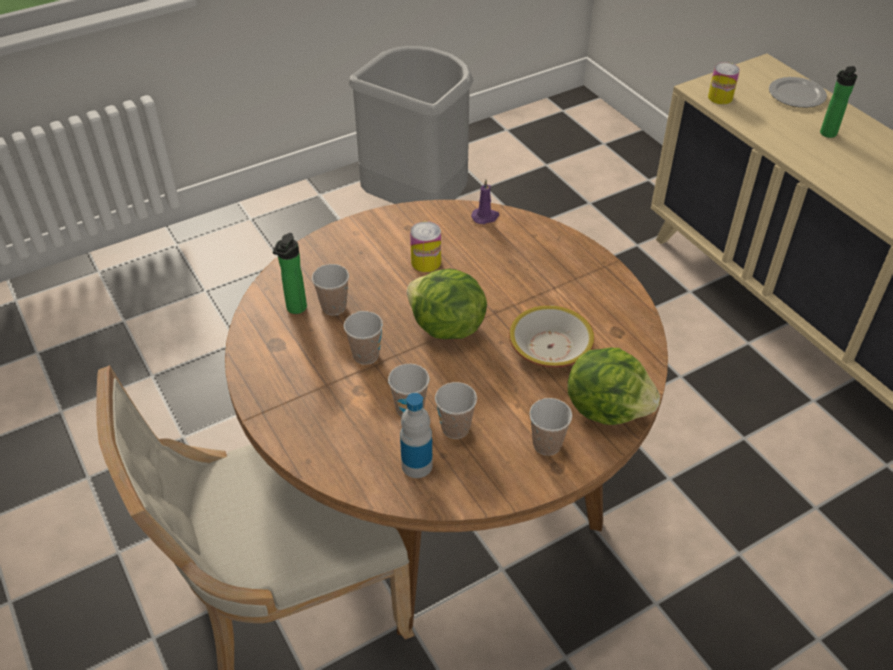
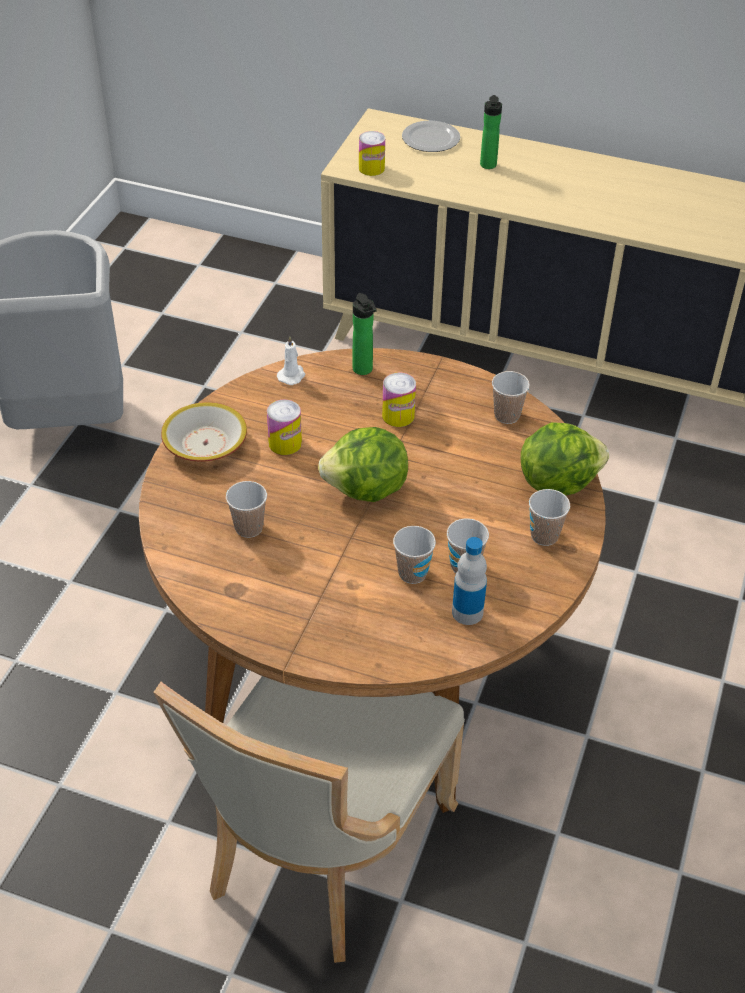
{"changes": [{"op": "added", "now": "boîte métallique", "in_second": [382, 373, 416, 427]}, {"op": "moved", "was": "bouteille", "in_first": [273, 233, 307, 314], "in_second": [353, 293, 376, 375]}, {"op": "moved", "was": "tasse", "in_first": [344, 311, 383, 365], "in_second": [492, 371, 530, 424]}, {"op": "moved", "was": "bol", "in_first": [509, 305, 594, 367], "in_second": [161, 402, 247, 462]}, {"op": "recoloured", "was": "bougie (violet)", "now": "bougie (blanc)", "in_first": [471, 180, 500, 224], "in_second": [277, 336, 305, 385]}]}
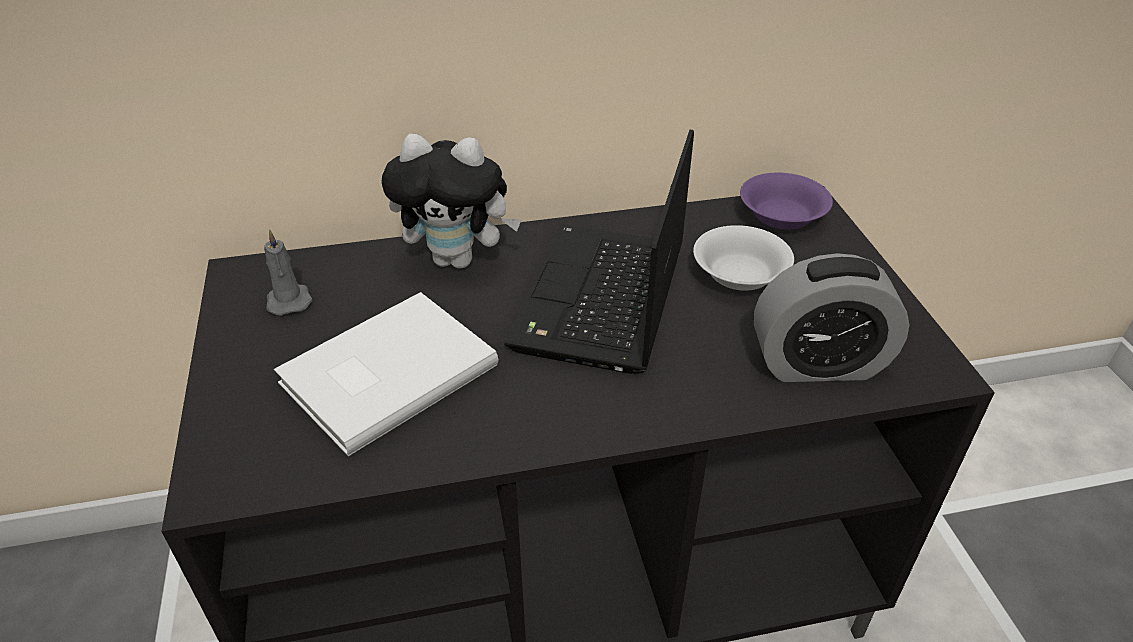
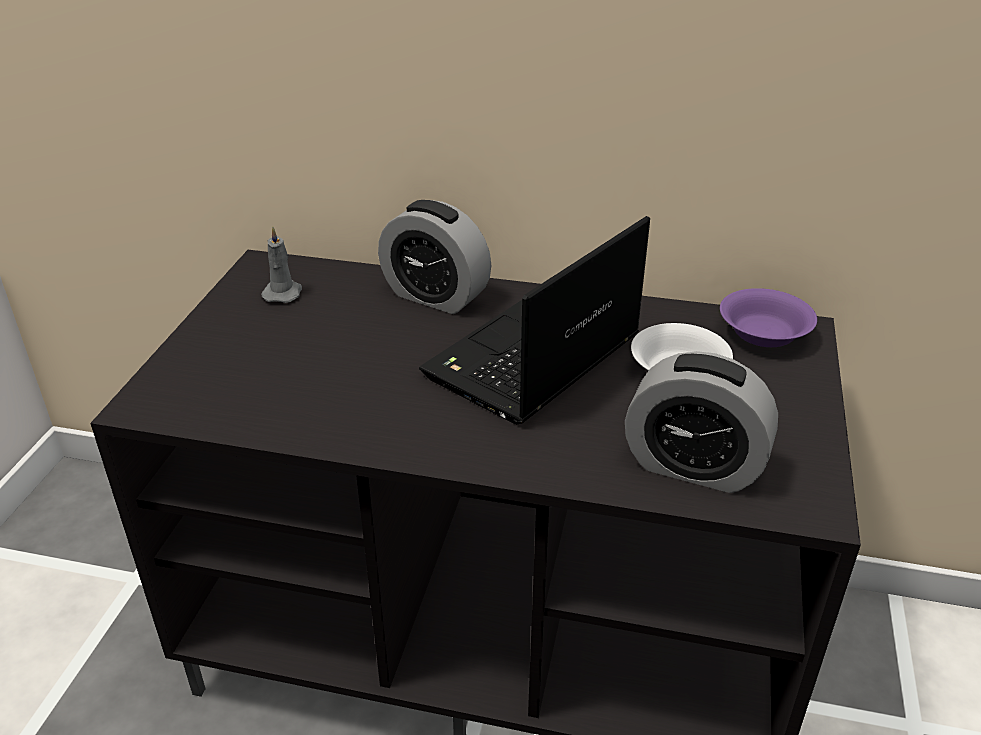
{"changes": [{"op": "removed", "was": "livre (blanc)", "in_first": [274, 292, 498, 456]}, {"op": "replaced", "was": "peluche", "now": "réveil", "in_first": [381, 134, 522, 269], "in_second": [378, 200, 491, 314]}]}
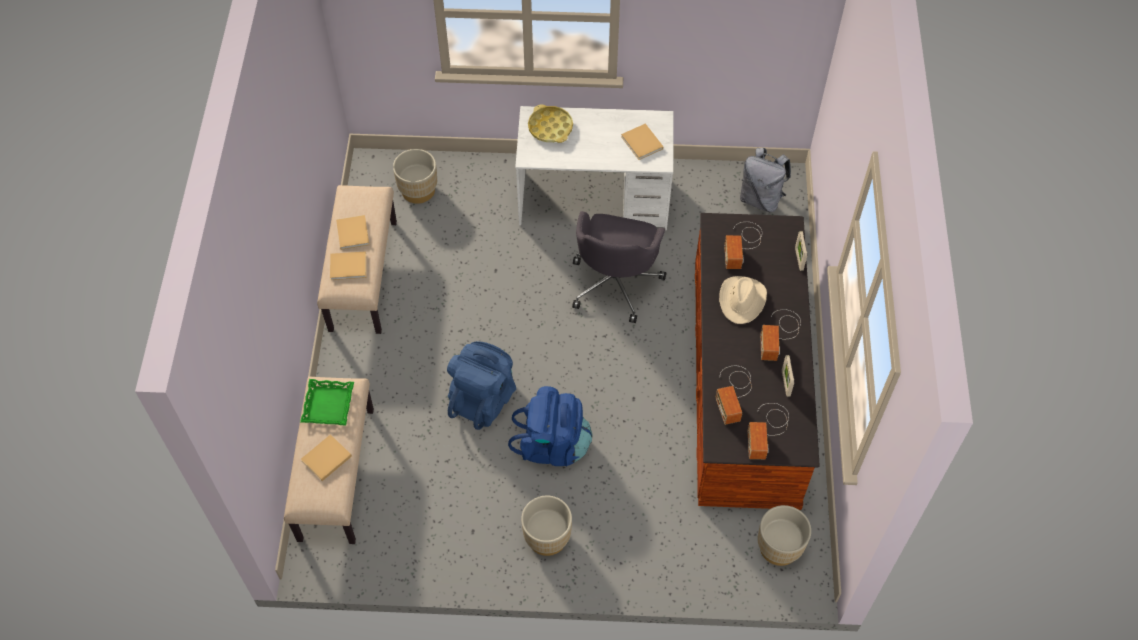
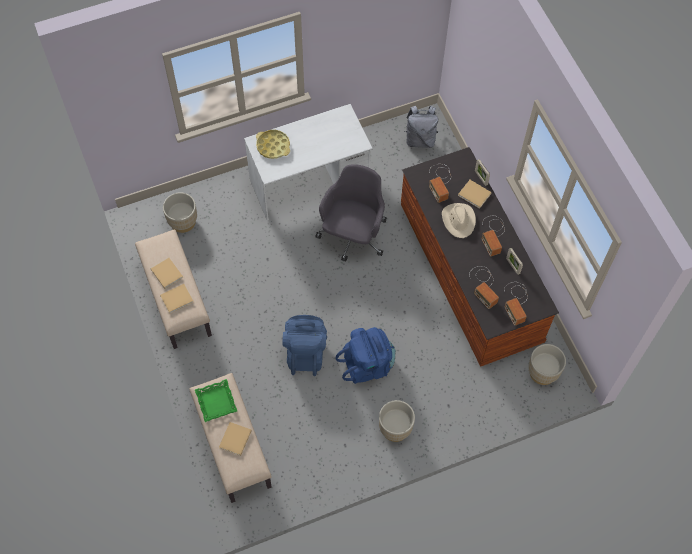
{"changes": [{"op": "moved", "was": "livre (beige)", "in_first": [621, 123, 663, 160], "in_second": [458, 180, 492, 209]}, {"op": "turned", "was": "chaise de bureau (gris)", "in_first": [572, 211, 666, 323], "in_second": [315, 164, 387, 261], "clockwise": -150}]}
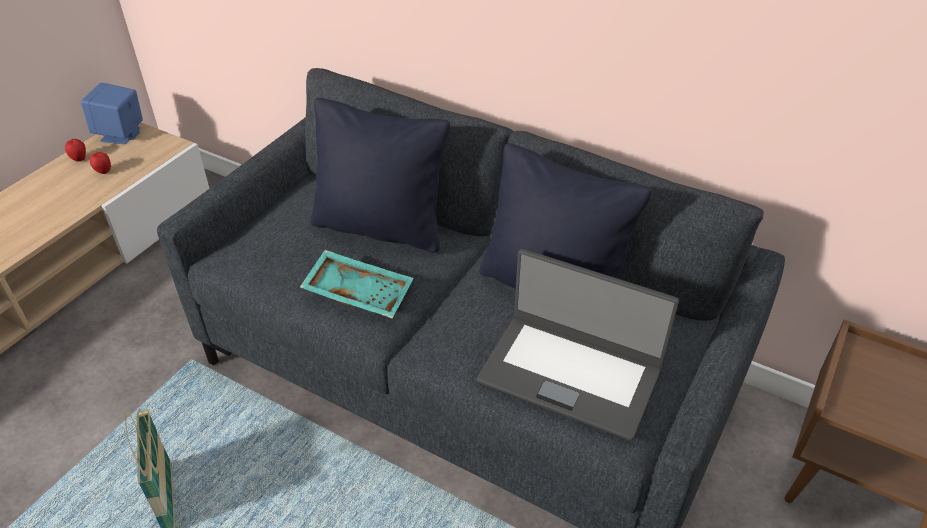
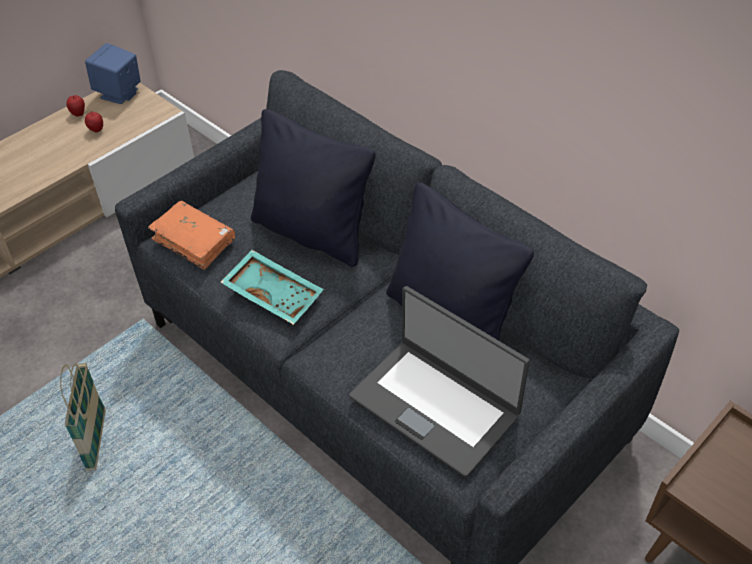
{"changes": [{"op": "added", "now": "livre (orange)", "in_second": [148, 201, 235, 270]}]}
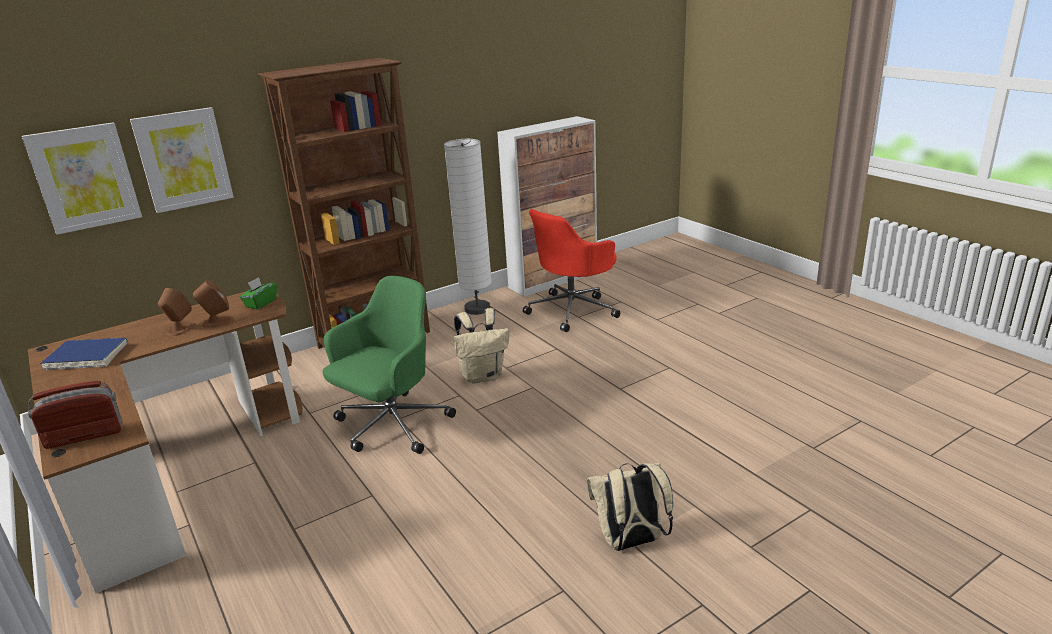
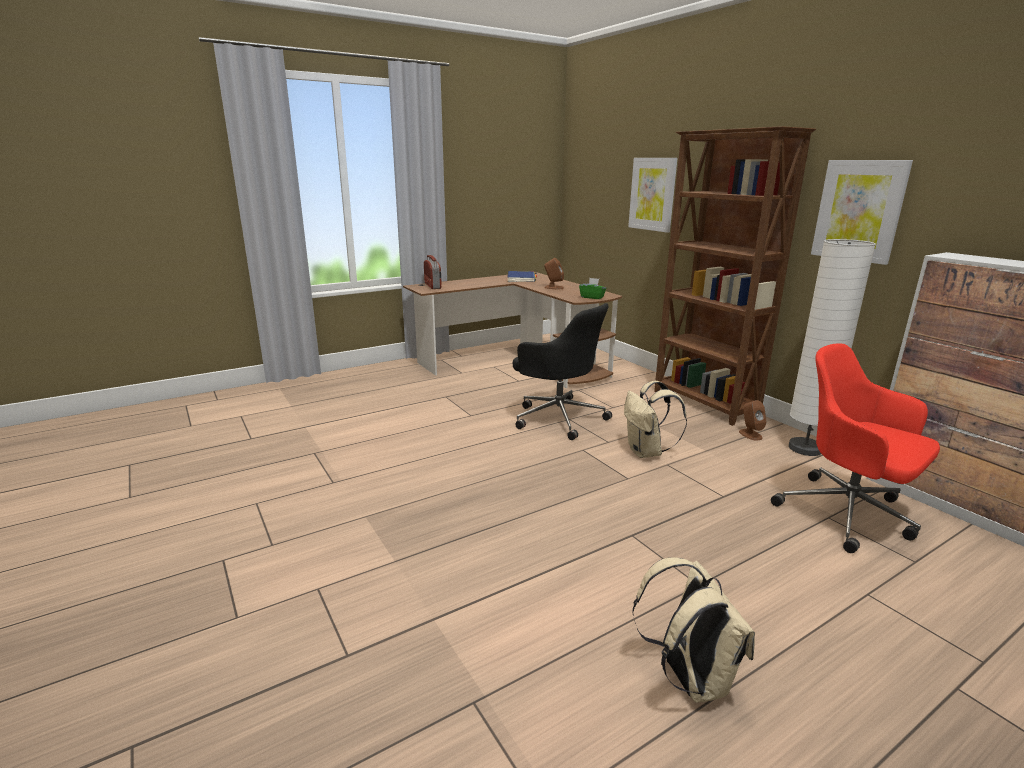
{"changes": [{"op": "moved", "was": "tableau", "in_first": [22, 122, 142, 235], "in_second": [811, 160, 913, 265]}, {"op": "moved", "was": "enceinte (marron)", "in_first": [193, 280, 234, 328], "in_second": [739, 400, 766, 440]}, {"op": "moved", "was": "sac à dos (beige)", "in_first": [587, 462, 673, 551], "in_second": [632, 557, 755, 703]}, {"op": "recoloured", "was": "chaise de bureau (vert)", "now": "chaise de bureau (noir)", "in_first": [323, 276, 456, 454], "in_second": [513, 303, 612, 440]}]}
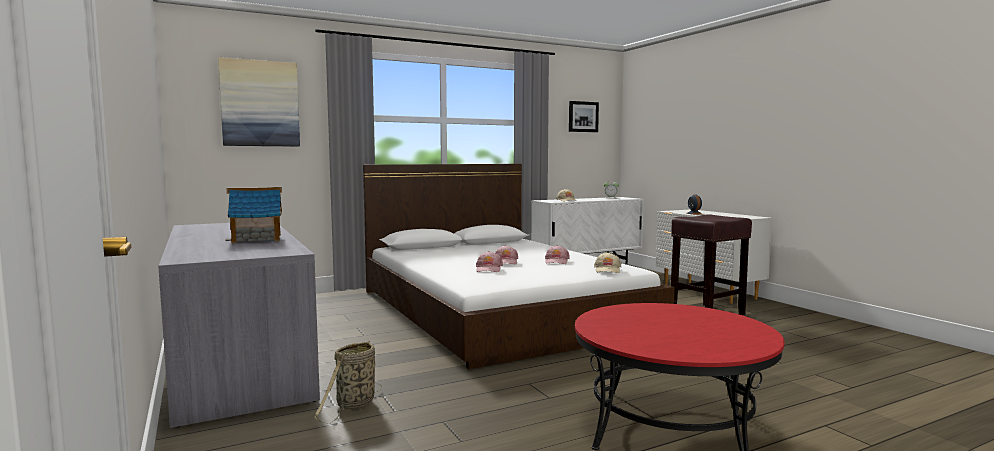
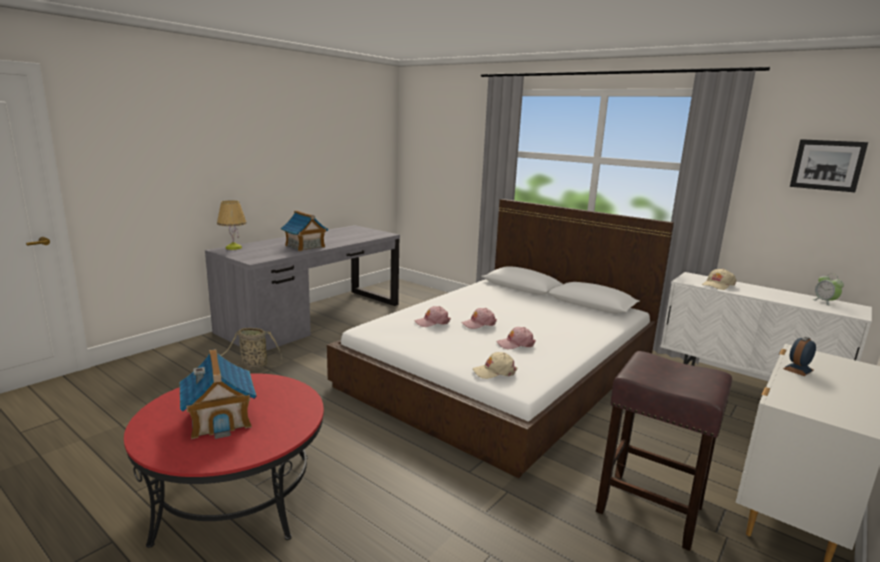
{"changes": [{"op": "removed", "was": "tableau", "in_first": [218, 57, 300, 147]}, {"op": "added", "now": "maison miniature", "in_second": [179, 349, 257, 439]}, {"op": "added", "now": "lampe de table", "in_second": [217, 200, 247, 250]}]}
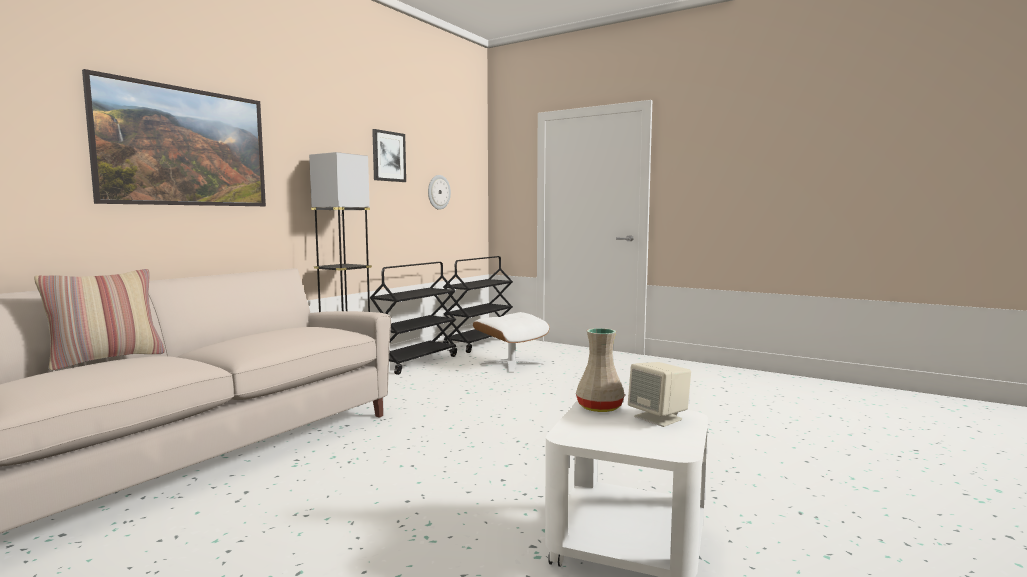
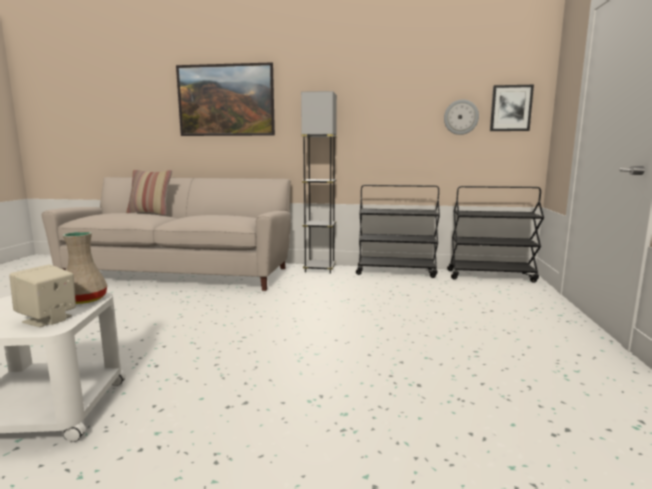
{"changes": [{"op": "removed", "was": "pouf (blanc)", "in_first": [473, 312, 550, 373]}, {"op": "moved", "was": "tableau", "in_first": [372, 129, 406, 182], "in_second": [490, 85, 534, 131]}]}
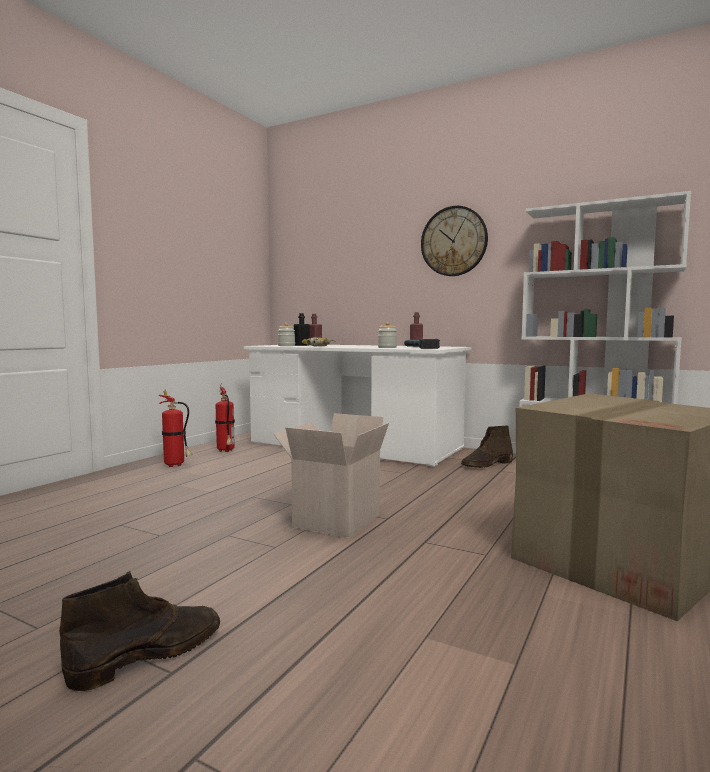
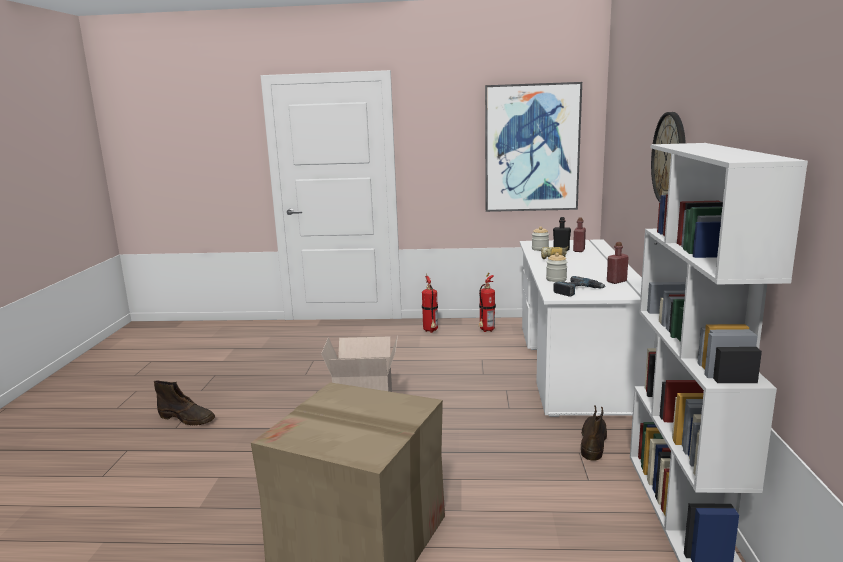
{"changes": [{"op": "added", "now": "tableau", "in_second": [485, 82, 582, 212]}, {"op": "turned", "was": "botte (marron)", "in_first": [461, 426, 513, 468], "in_second": [581, 405, 607, 461], "clockwise": 75}]}
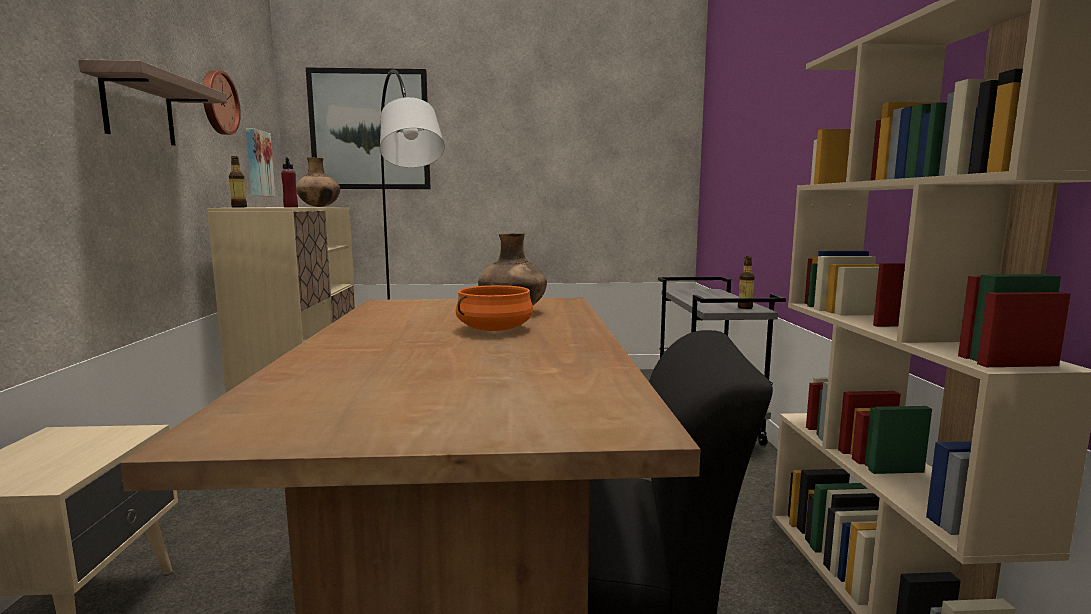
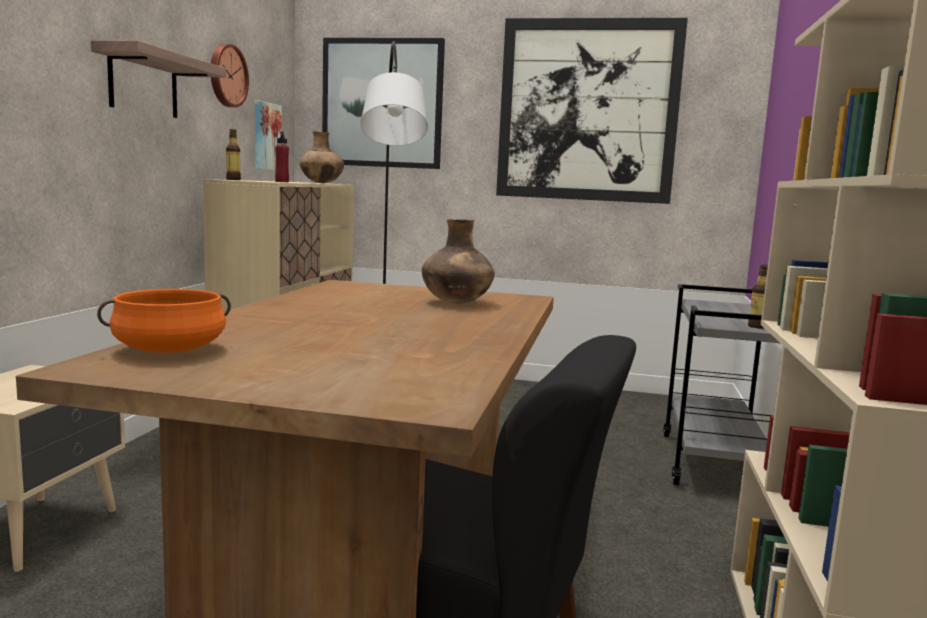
{"changes": [{"op": "added", "now": "tableau", "in_second": [496, 18, 688, 204]}, {"op": "moved", "was": "marmite (orange)", "in_first": [456, 285, 533, 331], "in_second": [97, 289, 231, 353]}]}
